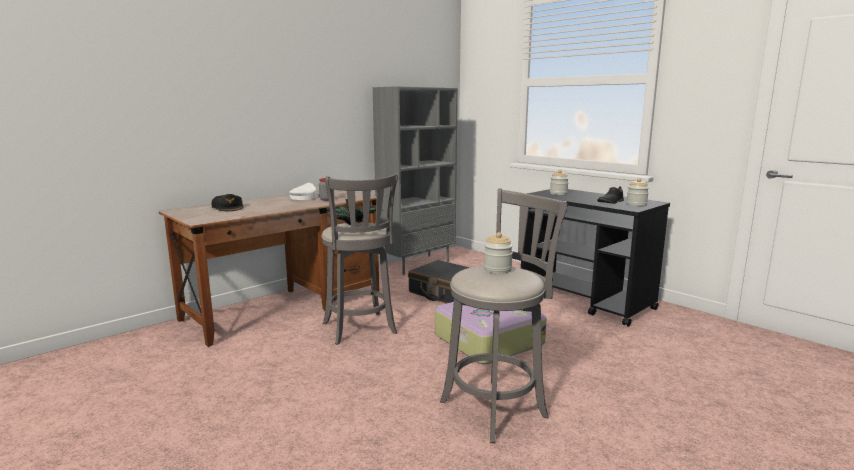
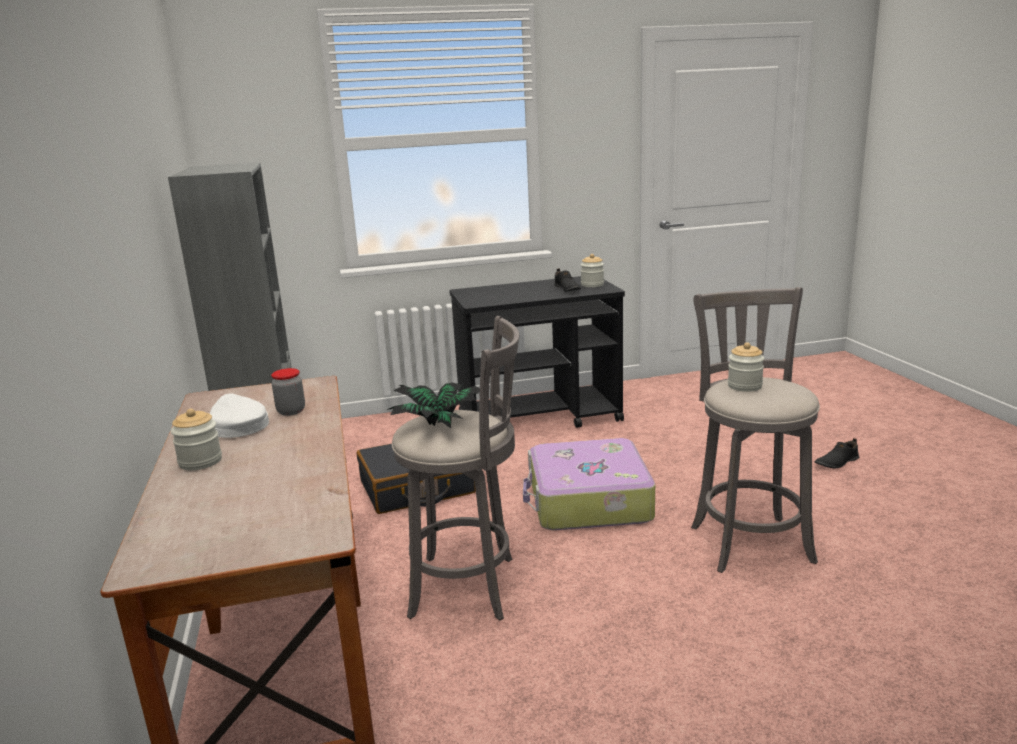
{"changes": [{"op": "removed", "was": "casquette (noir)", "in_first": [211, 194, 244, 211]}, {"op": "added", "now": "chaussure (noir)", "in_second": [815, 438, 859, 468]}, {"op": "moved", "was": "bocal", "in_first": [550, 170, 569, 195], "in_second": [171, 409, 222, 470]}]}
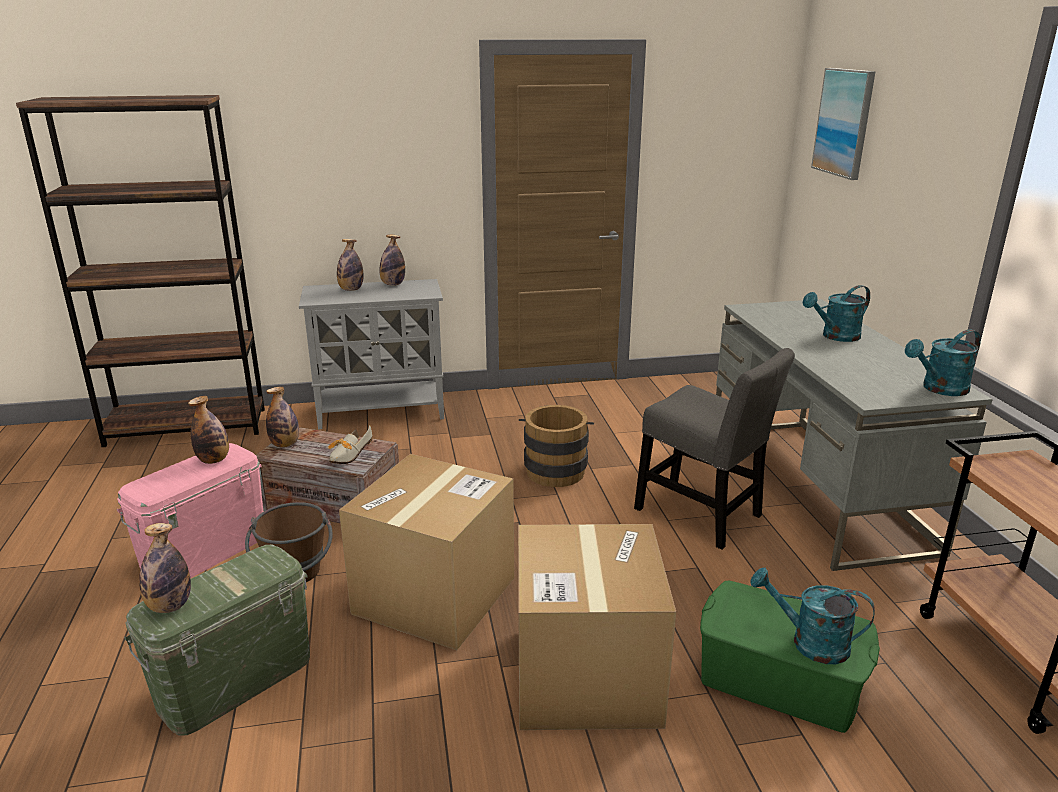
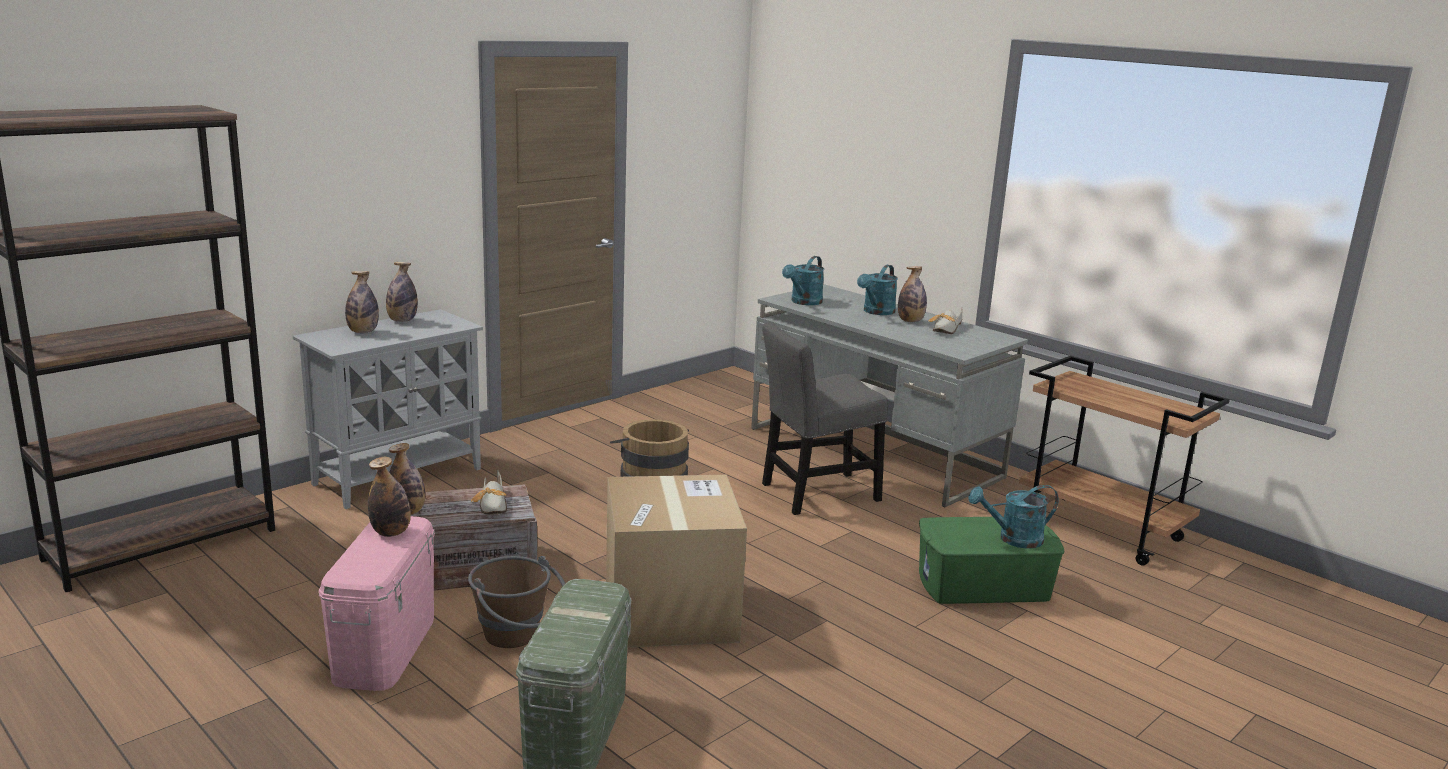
{"changes": [{"op": "removed", "was": "carton", "in_first": [518, 524, 676, 730]}, {"op": "removed", "was": "tableau", "in_first": [811, 68, 875, 180]}, {"op": "added", "now": "chaussure", "in_second": [928, 308, 962, 334]}, {"op": "moved", "was": "bouteille", "in_first": [139, 523, 191, 613], "in_second": [898, 266, 927, 322]}, {"op": "moved", "was": "arrosoir (turquoise)", "in_first": [905, 329, 981, 396], "in_second": [782, 256, 824, 305]}, {"op": "turned", "was": "chaise (gris)", "in_first": [634, 348, 795, 550], "in_second": [762, 322, 888, 515], "clockwise": 150}]}
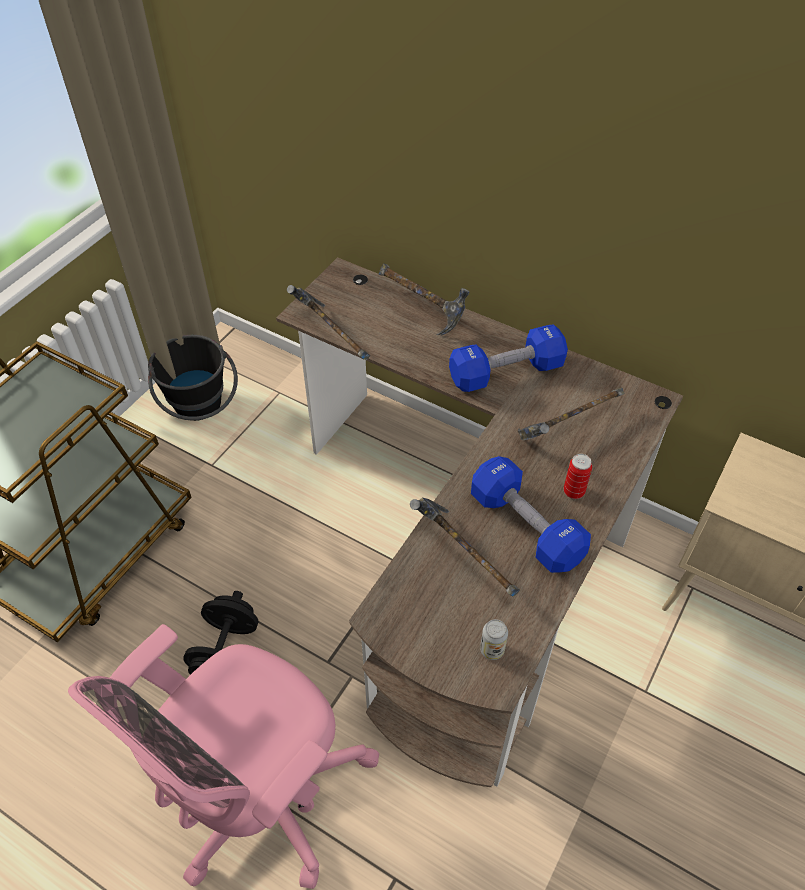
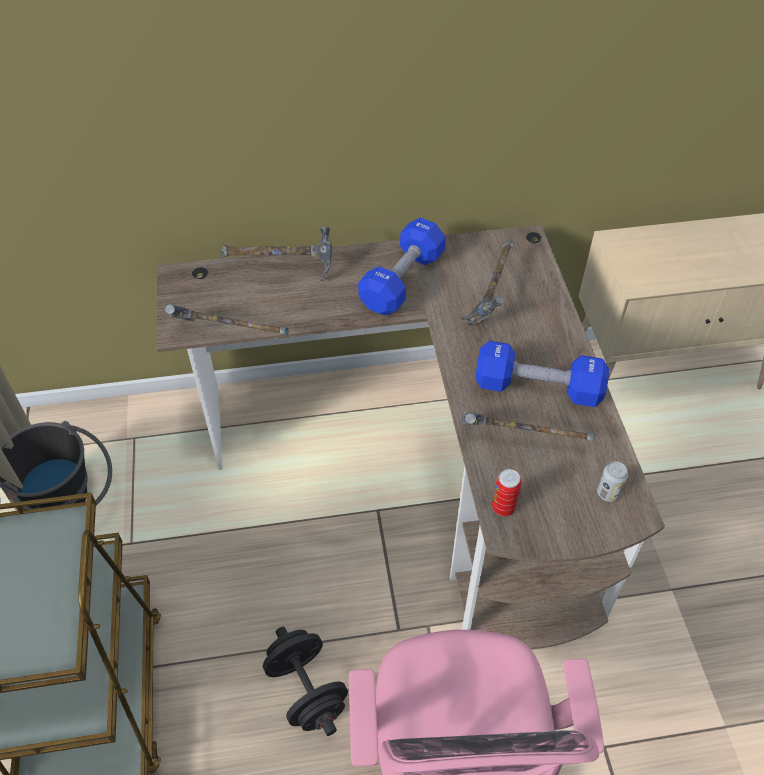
{"changes": [{"op": "moved", "was": "boîte métallique", "in_first": [564, 454, 592, 499], "in_second": [492, 469, 521, 516]}]}
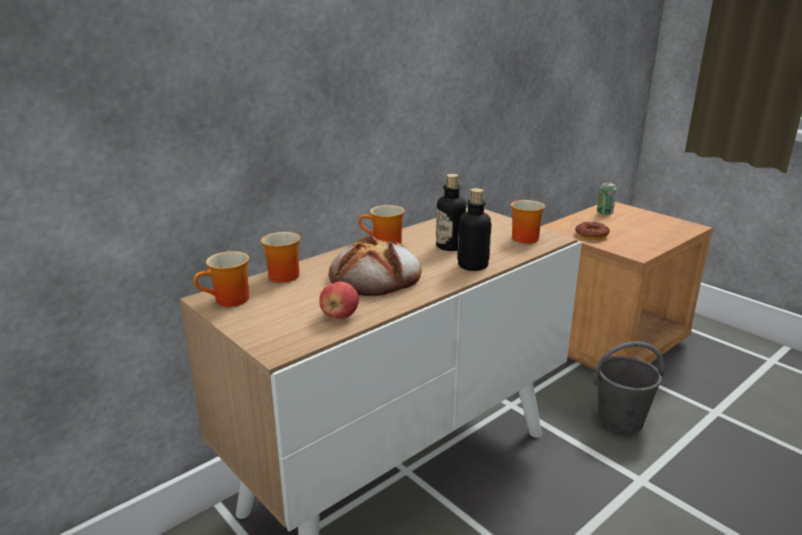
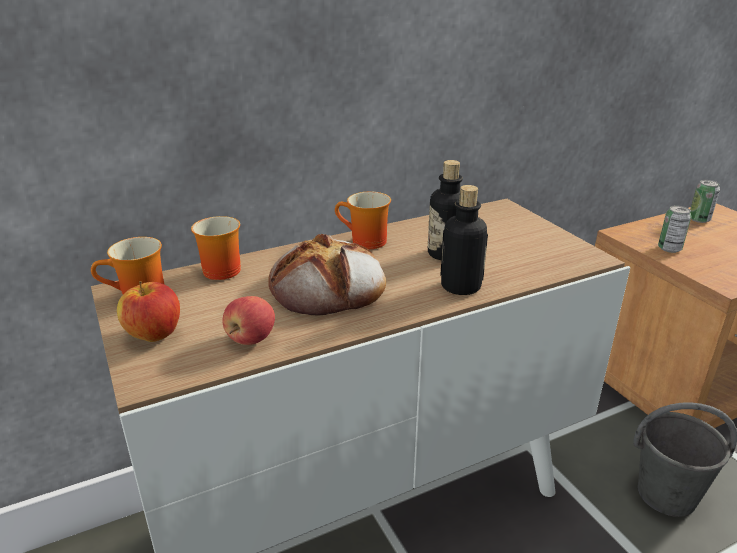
{"changes": [{"op": "removed", "was": "mug", "in_first": [511, 200, 545, 244]}, {"op": "added", "now": "pomme", "in_second": [117, 281, 180, 342]}, {"op": "replaced", "was": "beignet", "now": "boîte métallique", "in_first": [575, 222, 610, 240], "in_second": [658, 206, 691, 253]}]}
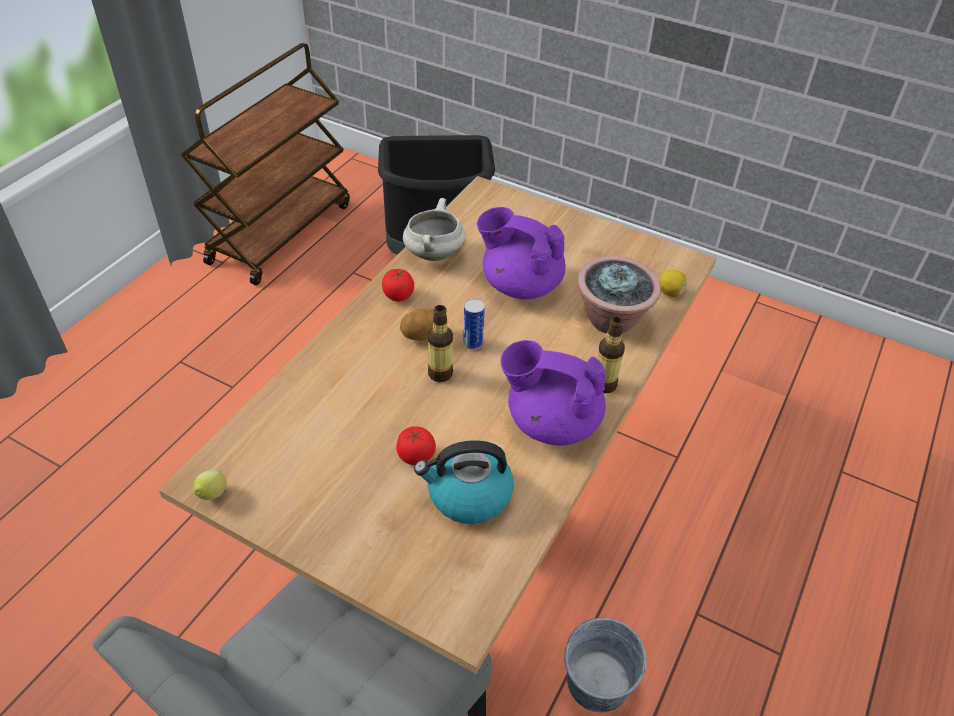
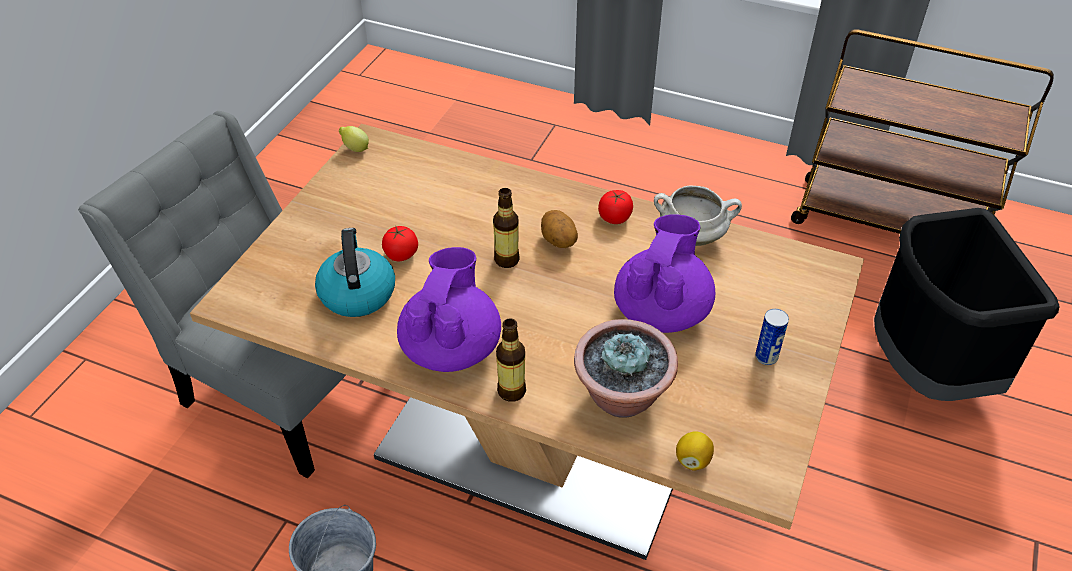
{"changes": [{"op": "moved", "was": "boîte métallique", "in_first": [463, 299, 485, 350], "in_second": [755, 309, 789, 365]}]}
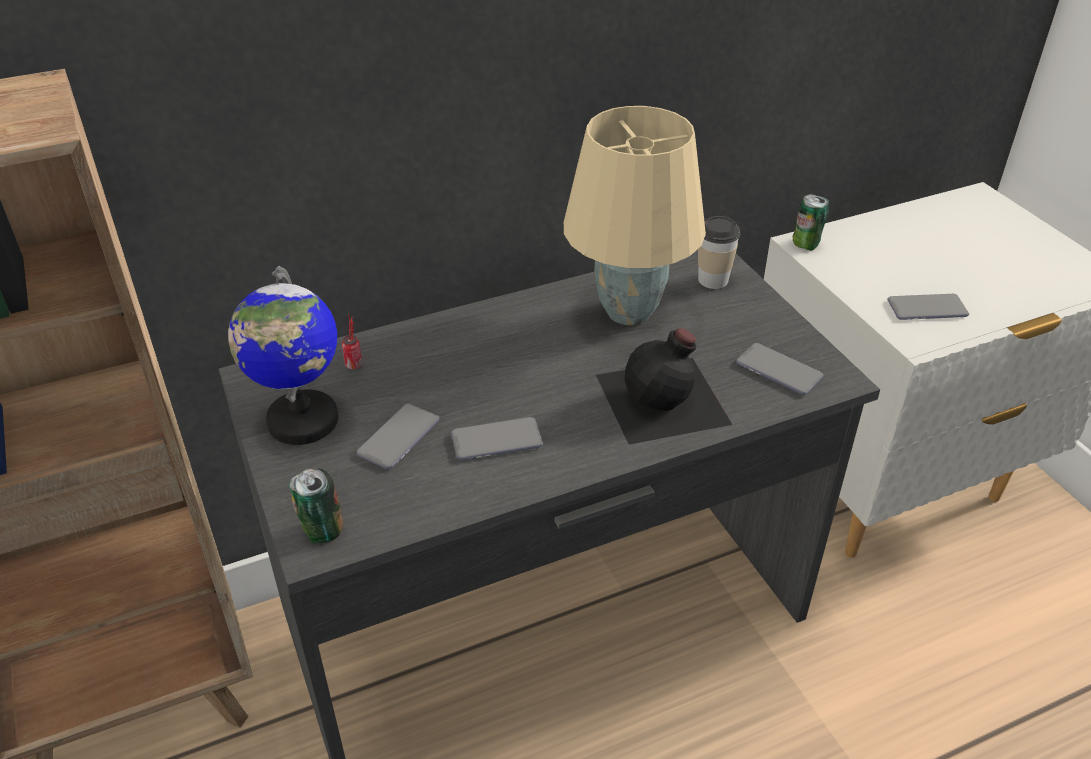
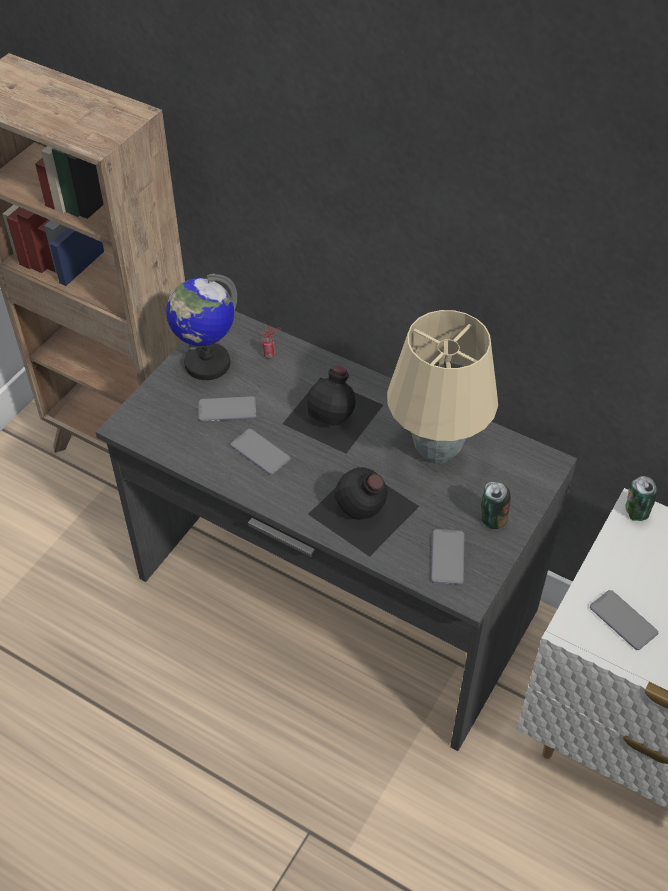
{"changes": [{"op": "removed", "was": "tasse", "in_first": [698, 216, 740, 289]}, {"op": "added", "now": "bouteille (noir)", "in_second": [282, 366, 383, 453]}, {"op": "moved", "was": "boîte métallique", "in_first": [289, 469, 343, 543], "in_second": [481, 481, 511, 529]}]}
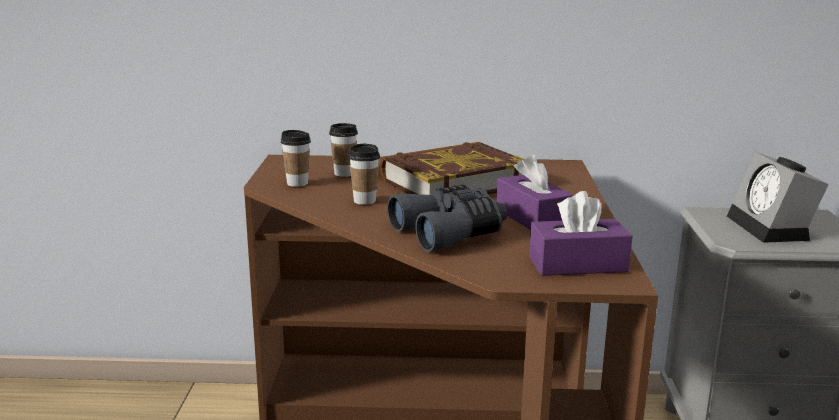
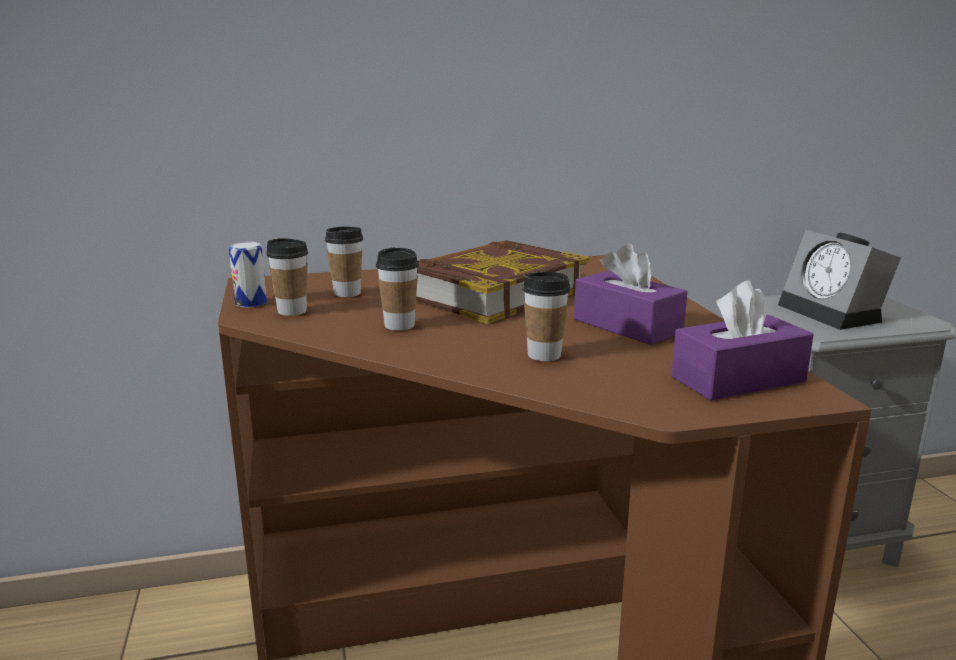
{"changes": [{"op": "added", "now": "boîte métallique", "in_second": [229, 242, 267, 308]}, {"op": "replaced", "was": "jumelles (gris)", "now": "tasse", "in_first": [387, 185, 507, 252], "in_second": [522, 272, 570, 361]}]}
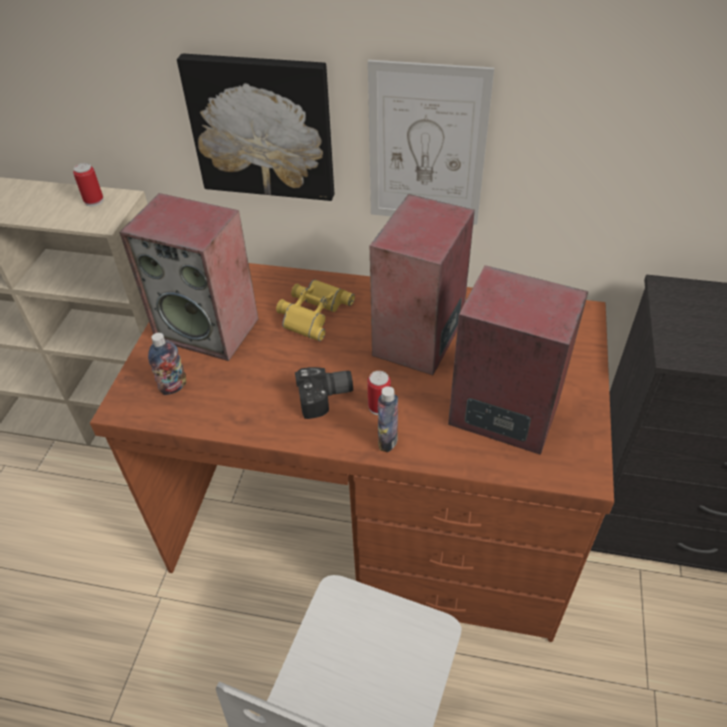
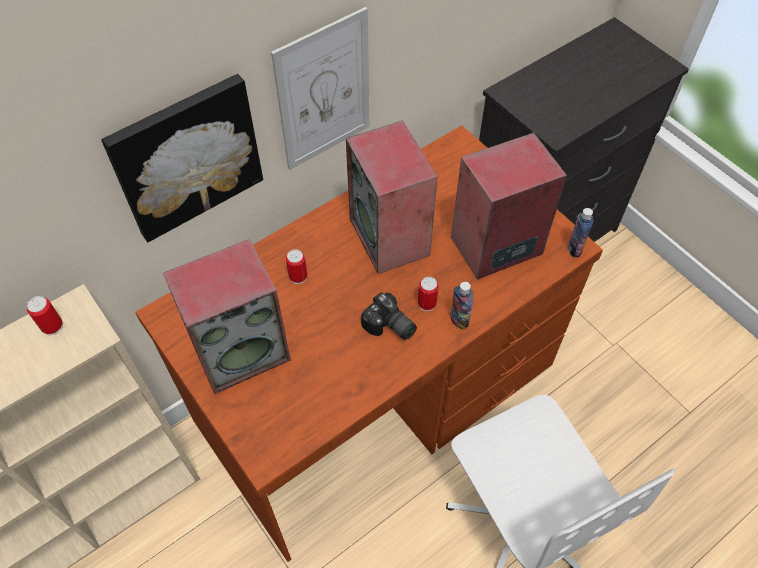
{"changes": [{"op": "moved", "was": "bouteille", "in_first": [148, 333, 186, 395], "in_second": [568, 208, 593, 257]}, {"op": "replaced", "was": "jumelles (jaune)", "now": "boîte métallique", "in_first": [276, 280, 355, 341], "in_second": [286, 249, 307, 284]}, {"op": "turned", "was": "appareil photo", "in_first": [295, 367, 353, 419], "in_second": [361, 292, 417, 340], "clockwise": 105}]}
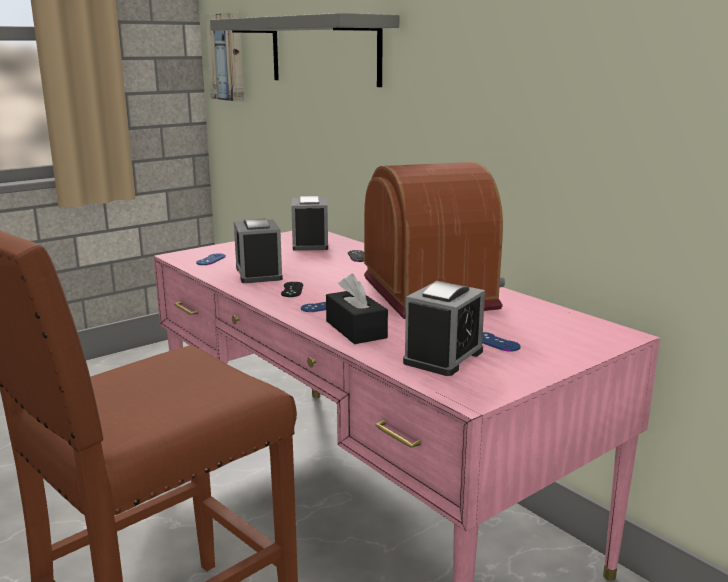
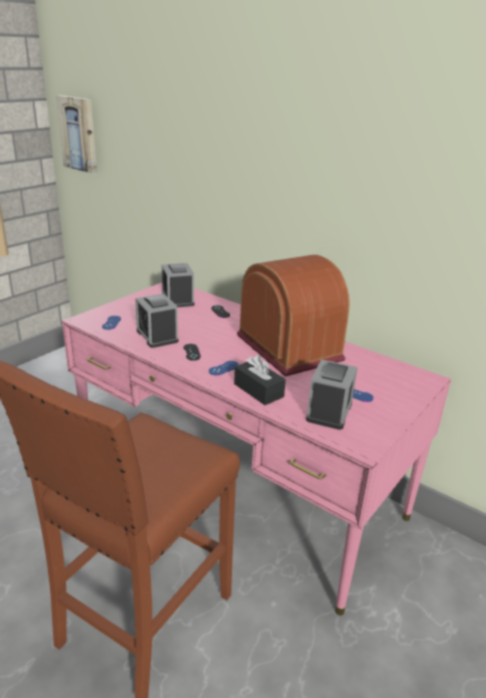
{"changes": [{"op": "removed", "was": "étagère (gris)", "in_first": [210, 13, 399, 87]}]}
